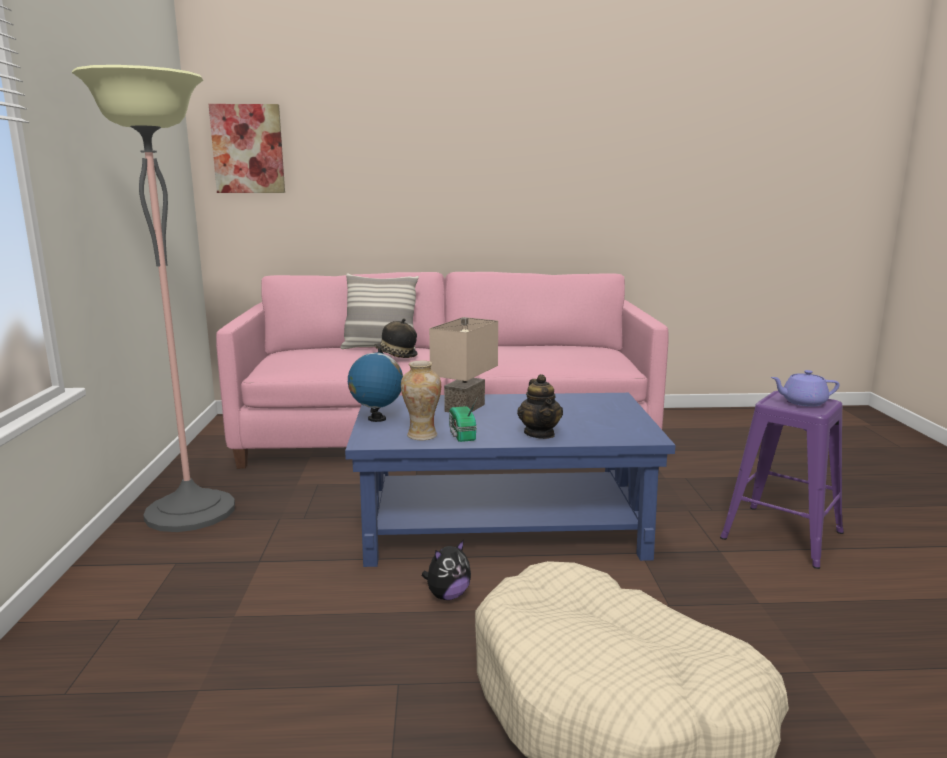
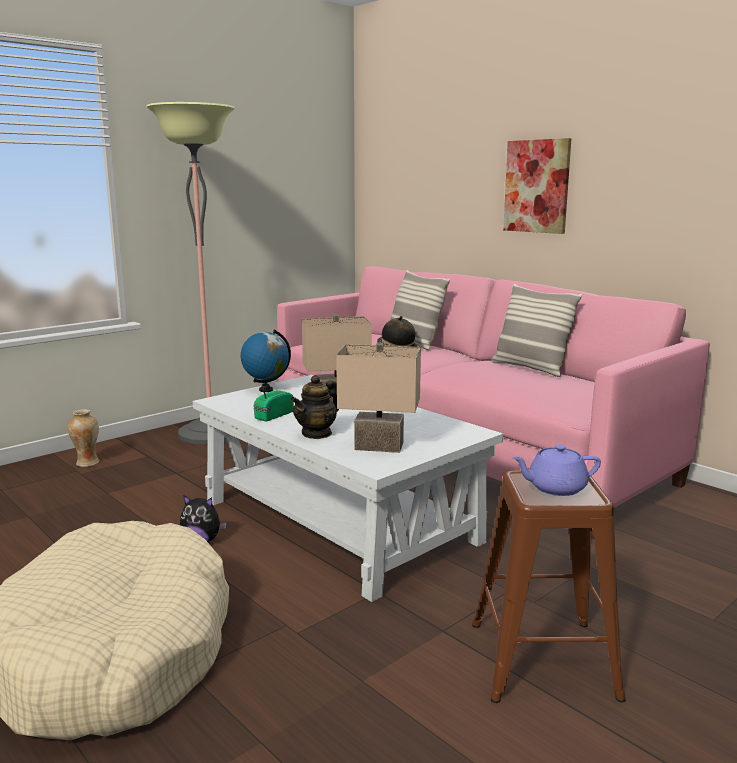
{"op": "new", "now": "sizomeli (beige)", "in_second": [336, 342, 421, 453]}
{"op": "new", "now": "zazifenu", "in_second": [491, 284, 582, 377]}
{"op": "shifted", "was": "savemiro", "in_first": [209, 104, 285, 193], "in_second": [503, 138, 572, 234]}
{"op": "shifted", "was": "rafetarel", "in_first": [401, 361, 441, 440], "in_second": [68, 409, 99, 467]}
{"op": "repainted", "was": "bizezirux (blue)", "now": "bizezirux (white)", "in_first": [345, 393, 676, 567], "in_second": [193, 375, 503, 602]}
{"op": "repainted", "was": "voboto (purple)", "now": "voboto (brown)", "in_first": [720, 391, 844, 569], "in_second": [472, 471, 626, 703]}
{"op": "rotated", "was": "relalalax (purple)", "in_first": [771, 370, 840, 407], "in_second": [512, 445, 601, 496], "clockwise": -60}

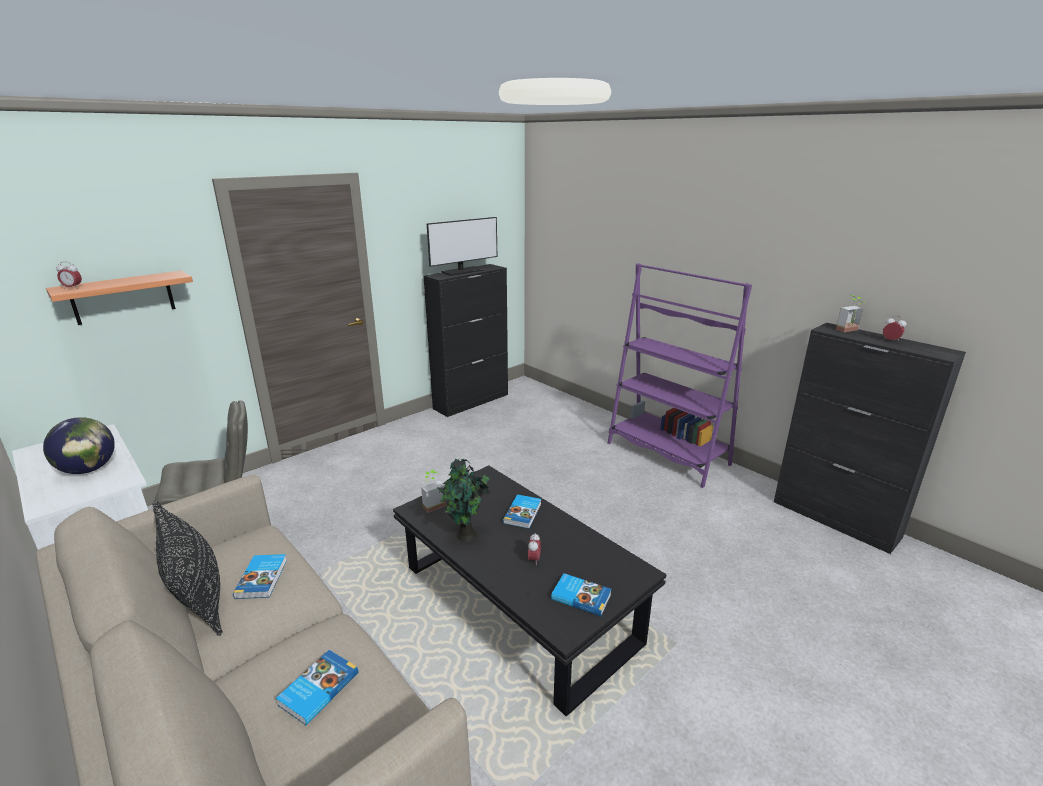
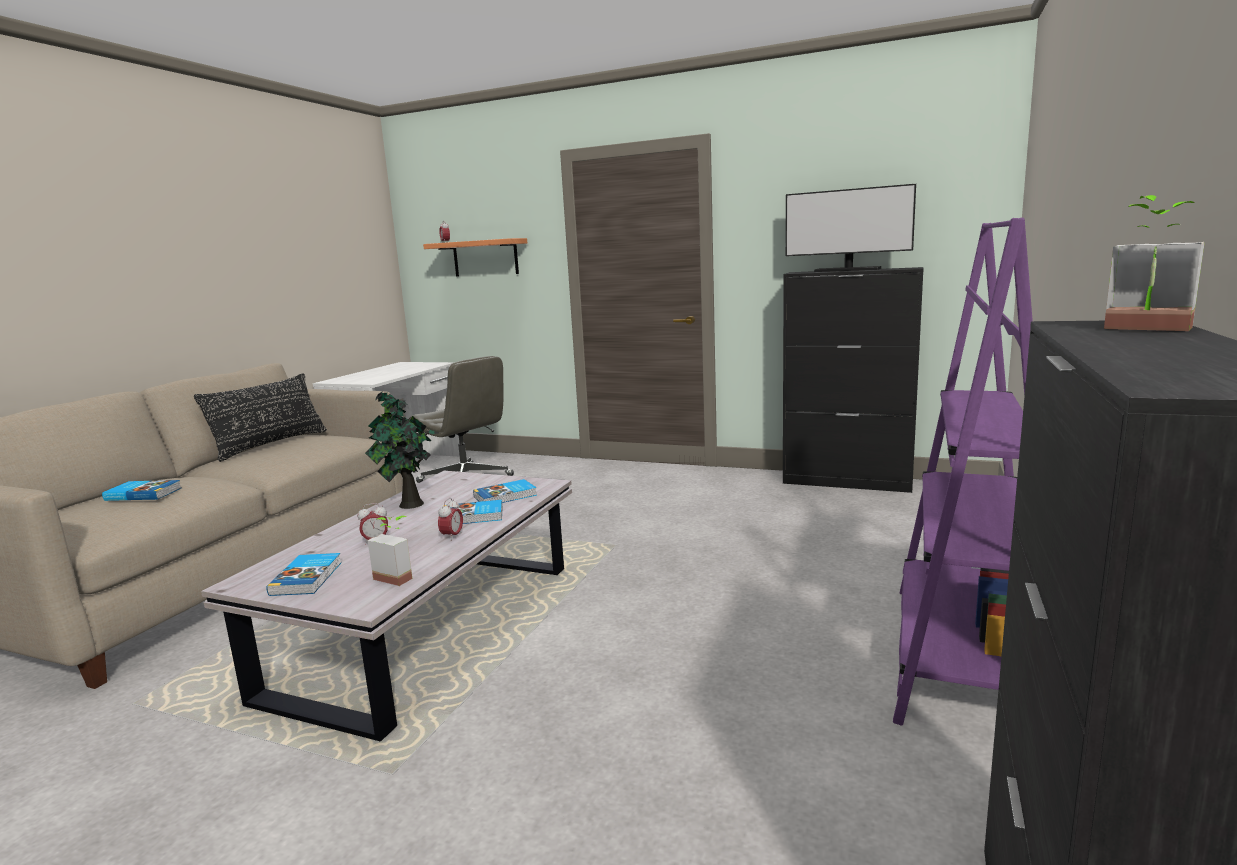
{"op": "gone", "was": "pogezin", "in_first": [43, 417, 115, 474]}
{"op": "shifted", "was": "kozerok", "in_first": [233, 554, 287, 599], "in_second": [473, 479, 537, 503]}
{"op": "shifted", "was": "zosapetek", "in_first": [421, 470, 446, 513], "in_second": [368, 516, 412, 586]}
{"op": "shifted", "was": "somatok", "in_first": [883, 316, 907, 342], "in_second": [438, 498, 463, 541]}
{"op": "repainted", "was": "bizezirux (black)", "now": "bizezirux (white)", "in_first": [393, 465, 666, 717], "in_second": [201, 471, 572, 742]}

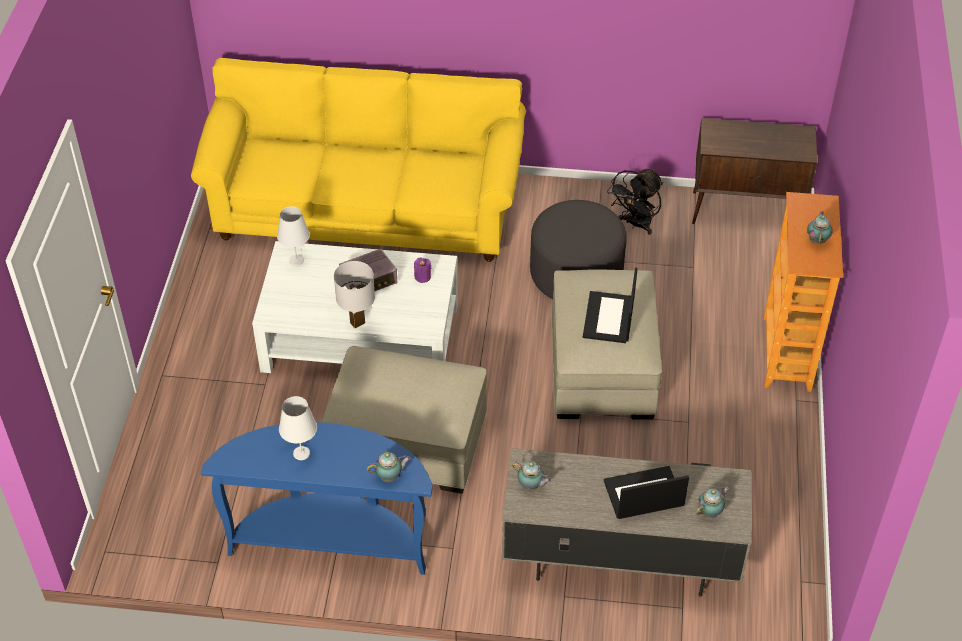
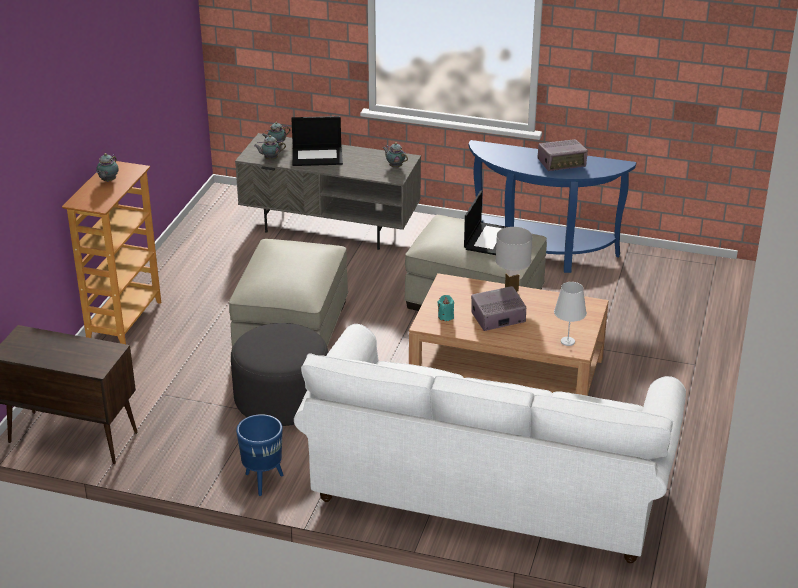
{"op": "gone", "was": "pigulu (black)", "in_first": [607, 168, 663, 235]}
{"op": "new", "now": "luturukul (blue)", "in_second": [236, 414, 284, 496]}
{"op": "shifted", "was": "relalalax", "in_first": [367, 452, 411, 482], "in_second": [254, 135, 286, 160]}
{"op": "shifted", "was": "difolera", "in_first": [583, 267, 638, 343], "in_second": [464, 191, 506, 255]}
{"op": "swapped", "was": "sizomeli (white)", "now": "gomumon", "in_first": [279, 396, 317, 460], "in_second": [537, 139, 588, 171]}
{"op": "repainted", "was": "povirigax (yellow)", "now": "povirigax (white)", "in_first": [191, 58, 526, 262], "in_second": [294, 324, 686, 563]}
{"op": "repainted", "was": "bizezirux (white)", "now": "bizezirux (brown)", "in_first": [252, 241, 458, 373], "in_second": [409, 273, 609, 396]}
{"op": "repainted", "was": "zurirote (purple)", "now": "zurirote (turquoise)", "in_first": [414, 258, 432, 283], "in_second": [438, 295, 454, 321]}

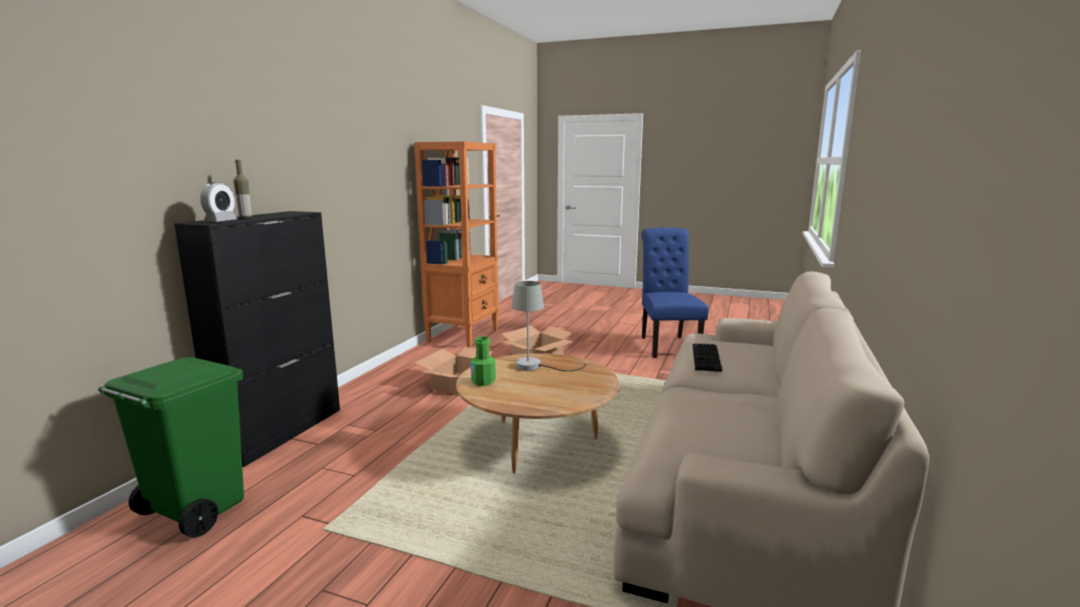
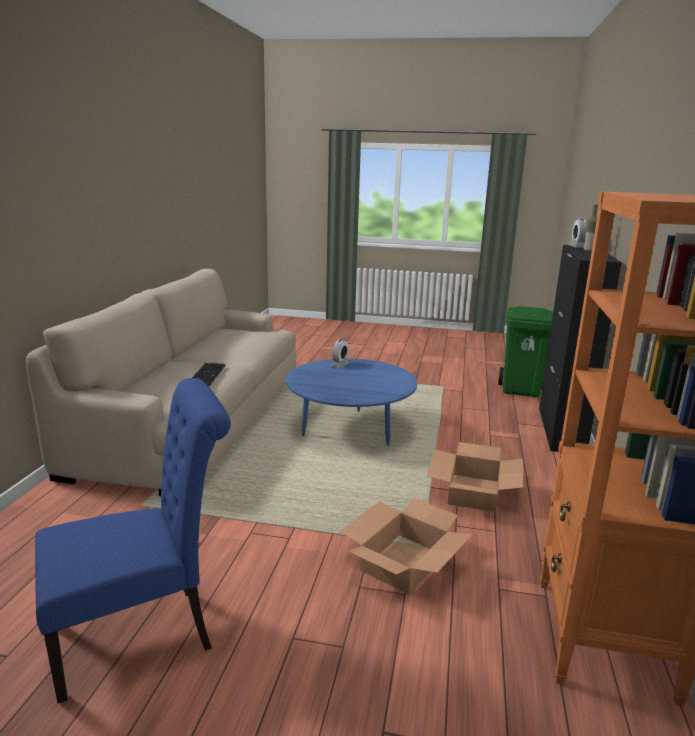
{"op": "gone", "was": "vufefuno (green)", "in_first": [471, 336, 496, 386]}
{"op": "gone", "was": "sizomeli (grey)", "in_first": [512, 281, 586, 371]}
{"op": "new", "now": "somatok", "in_second": [331, 339, 349, 368]}
{"op": "repainted", "was": "bizezirux (brown)", "now": "bizezirux (blue)", "in_first": [456, 353, 620, 474], "in_second": [286, 358, 417, 446]}
{"op": "rotated", "was": "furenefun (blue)", "in_first": [642, 227, 708, 358], "in_second": [35, 378, 231, 703], "clockwise": -105}

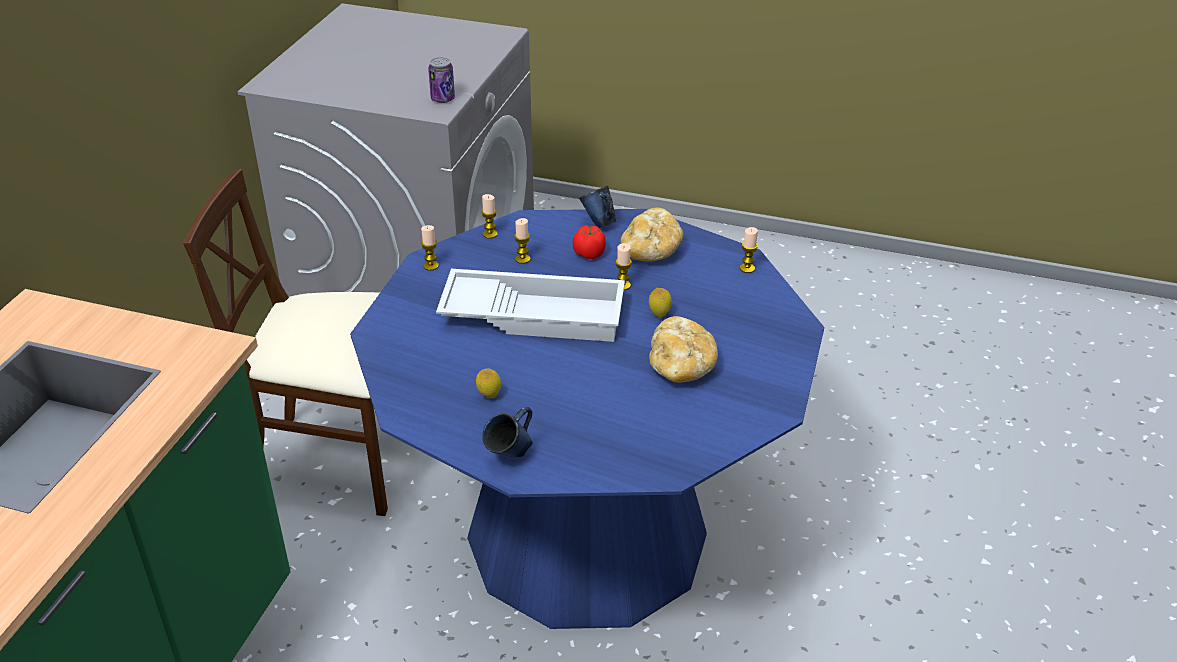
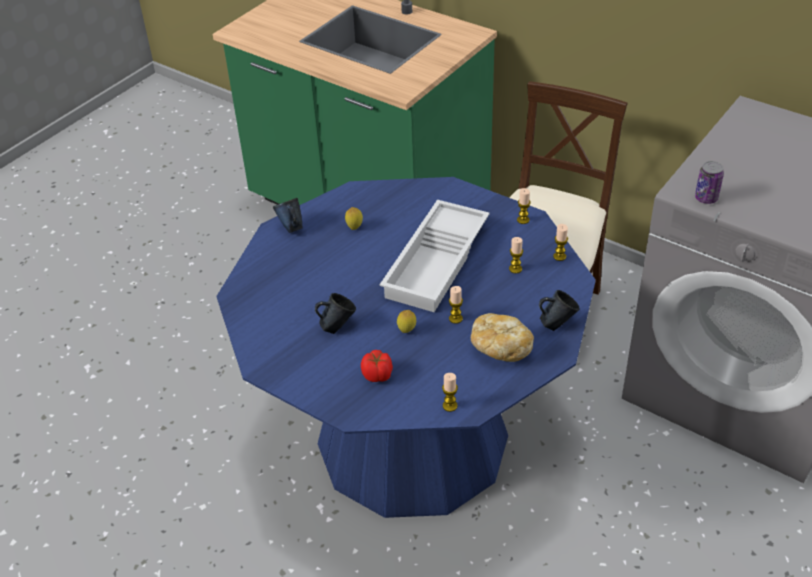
{"op": "shifted", "was": "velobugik", "in_first": [573, 225, 606, 259], "in_second": [361, 350, 393, 382]}
{"op": "swapped", "was": "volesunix", "now": "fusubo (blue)", "in_first": [649, 316, 718, 383], "in_second": [315, 293, 356, 334]}

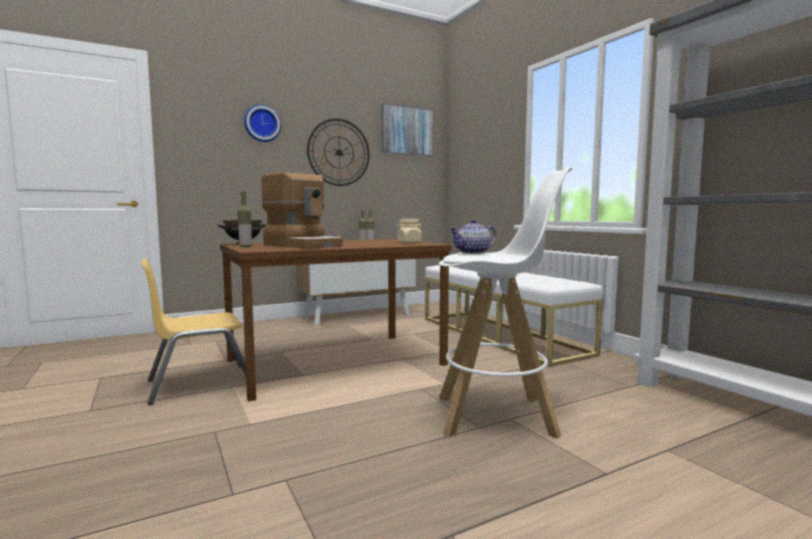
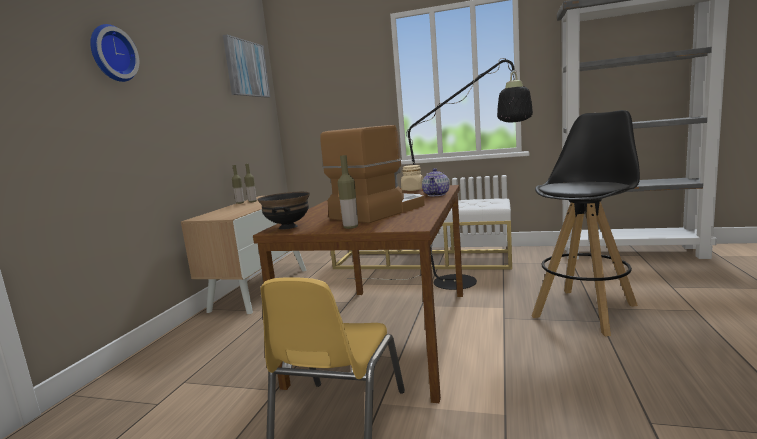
{"op": "gone", "was": "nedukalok", "in_first": [307, 119, 370, 186]}
{"op": "new", "now": "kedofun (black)", "in_second": [350, 58, 533, 290]}
{"op": "shifted", "was": "relalalax", "in_first": [449, 219, 497, 254], "in_second": [422, 168, 449, 196]}
{"op": "repainted", "was": "voboto (white)", "now": "voboto (black)", "in_first": [439, 167, 572, 439], "in_second": [532, 110, 640, 336]}
{"op": "rotated", "was": "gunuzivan", "in_first": [262, 172, 343, 248], "in_second": [320, 125, 425, 223], "clockwise": -45}

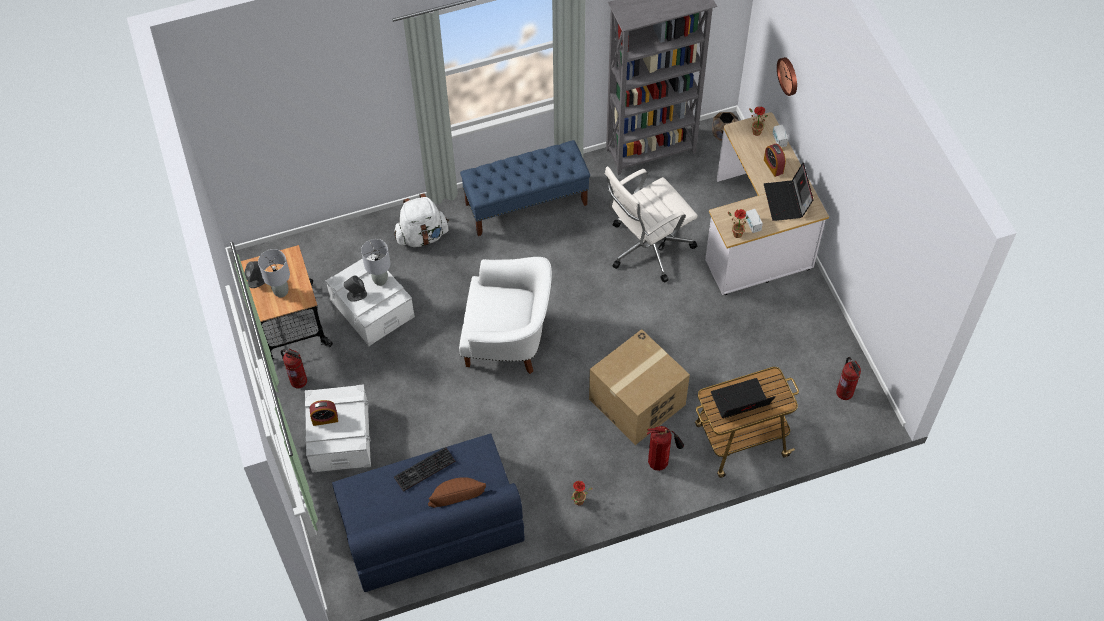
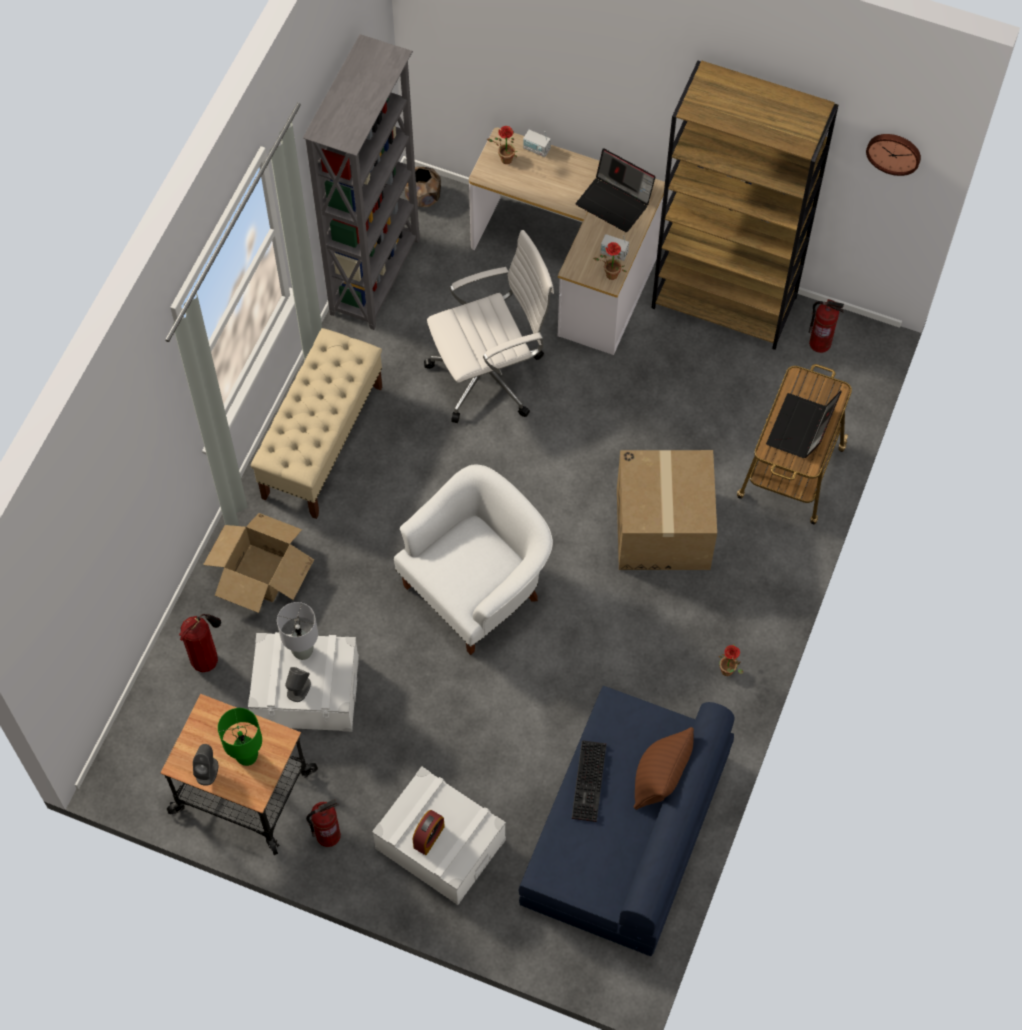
{"op": "gone", "was": "somatok", "in_first": [764, 143, 786, 177]}
{"op": "new", "now": "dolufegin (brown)", "in_second": [651, 61, 838, 350]}
{"op": "shifted", "was": "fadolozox", "in_first": [647, 426, 684, 471], "in_second": [179, 614, 221, 673]}
{"op": "shifted", "was": "nedukalok", "in_first": [777, 57, 797, 96], "in_second": [866, 134, 921, 176]}
{"op": "swapped", "was": "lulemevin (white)", "now": "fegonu", "in_first": [394, 193, 449, 247], "in_second": [203, 513, 314, 613]}
{"op": "repainted", "was": "sizomeli (grey)", "now": "sizomeli (green)", "in_first": [258, 249, 290, 298], "in_second": [218, 708, 262, 766]}
{"op": "repainted", "was": "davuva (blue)", "now": "davuva (beige)", "in_first": [460, 140, 590, 236], "in_second": [251, 328, 382, 519]}
{"op": "rotated", "was": "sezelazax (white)", "in_first": [605, 166, 698, 283], "in_second": [424, 230, 554, 423], "clockwise": -120}

